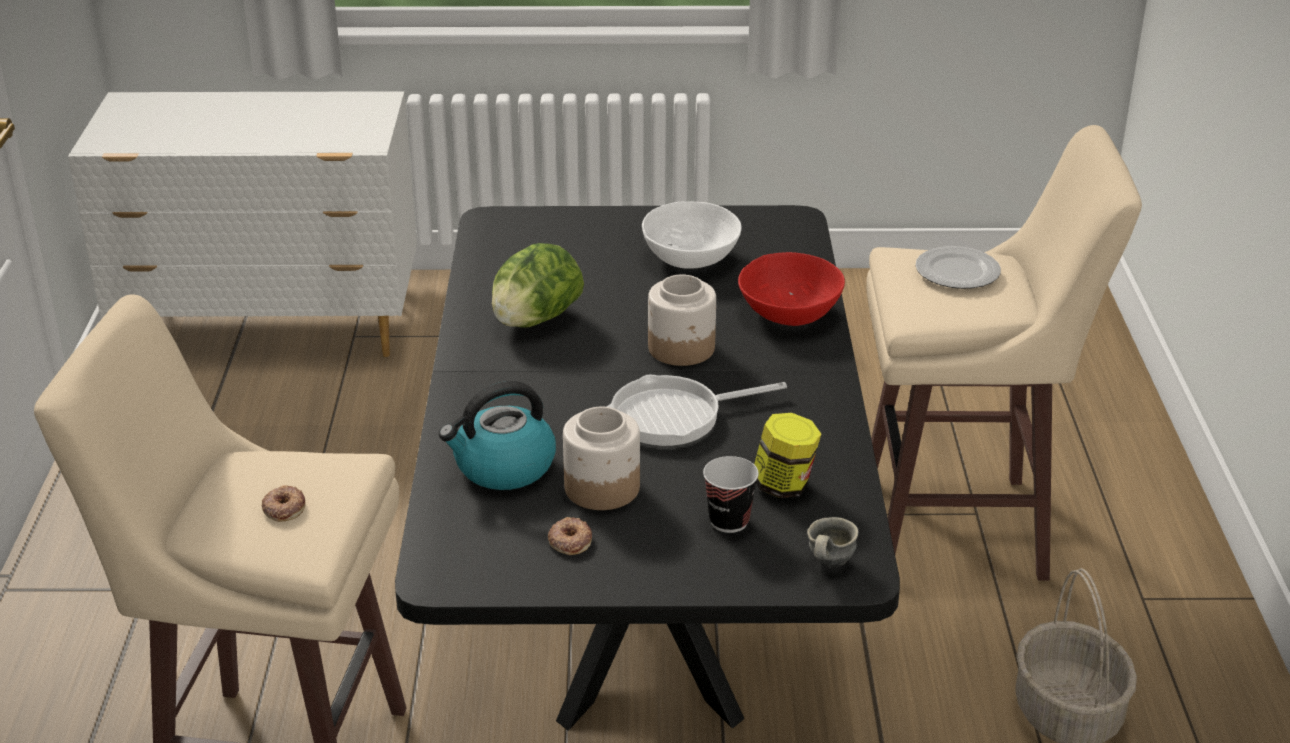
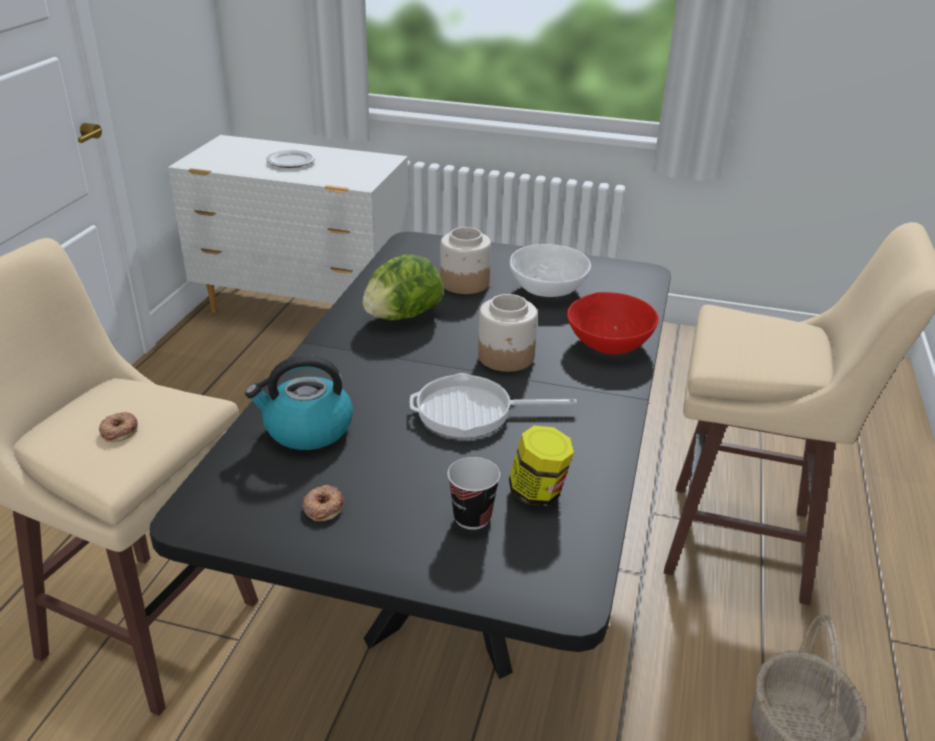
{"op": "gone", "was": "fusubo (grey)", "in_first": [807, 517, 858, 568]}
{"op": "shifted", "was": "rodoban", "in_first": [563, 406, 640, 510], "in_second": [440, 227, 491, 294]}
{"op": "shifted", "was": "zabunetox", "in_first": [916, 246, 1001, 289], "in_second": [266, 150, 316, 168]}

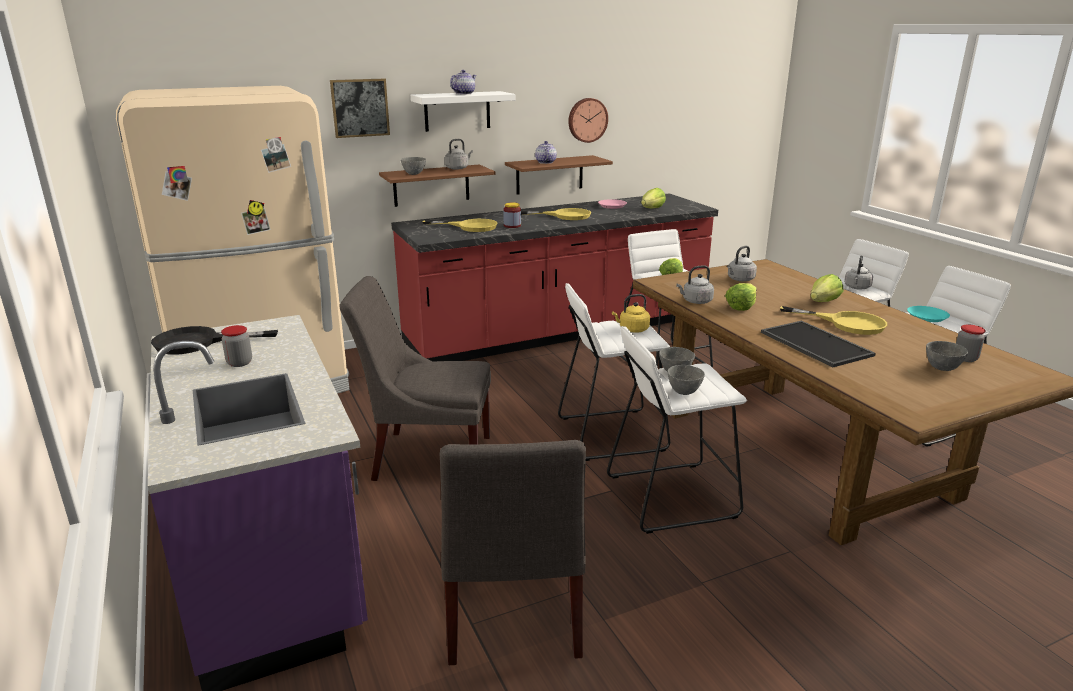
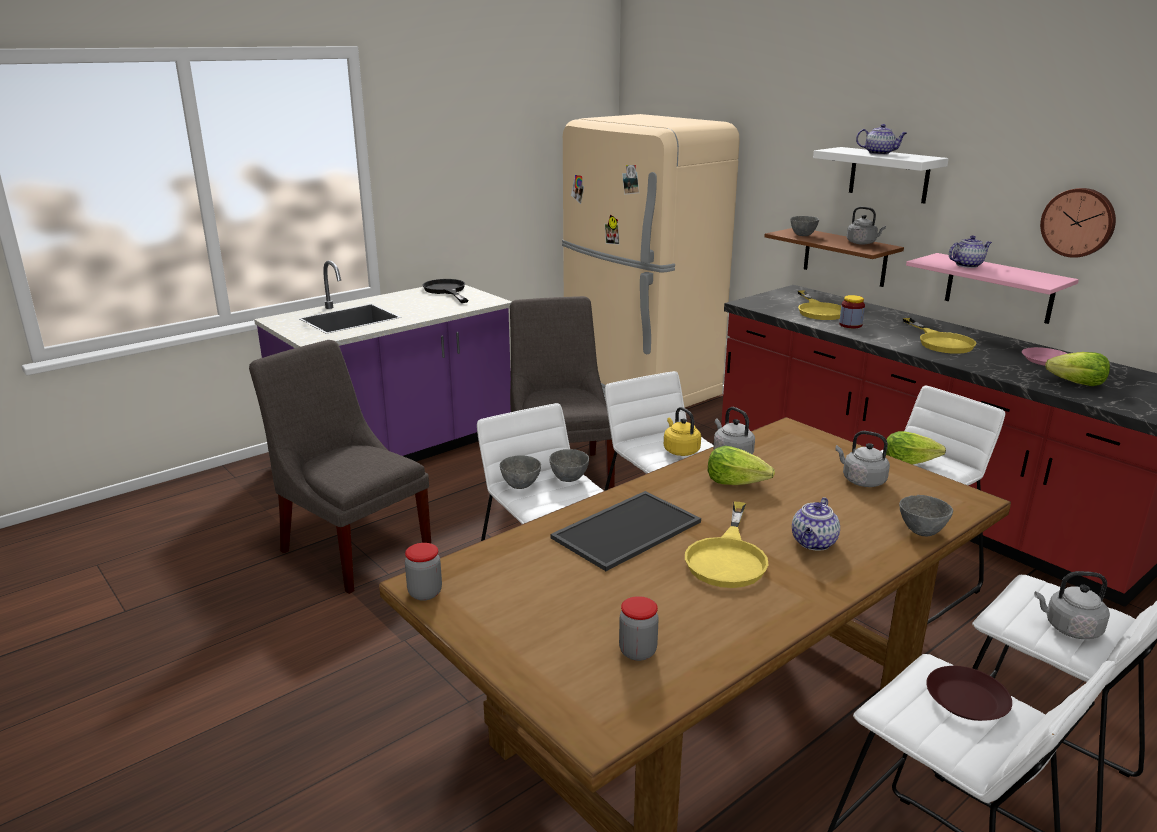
{"op": "gone", "was": "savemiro", "in_first": [330, 79, 390, 138]}
{"op": "shifted", "was": "rodoban", "in_first": [221, 325, 252, 367], "in_second": [405, 543, 442, 601]}
{"op": "shifted", "was": "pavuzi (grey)", "in_first": [926, 341, 968, 371], "in_second": [899, 495, 953, 536]}
{"op": "swapped", "was": "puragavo", "now": "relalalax", "in_first": [811, 274, 843, 302], "in_second": [792, 497, 840, 551]}
{"op": "repainted", "was": "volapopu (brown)", "now": "volapopu (pink)", "in_first": [505, 155, 613, 195], "in_second": [906, 253, 1079, 324]}
{"op": "repainted", "was": "zabunetox (turquoise)", "now": "zabunetox (brown)", "in_first": [907, 306, 950, 322], "in_second": [926, 666, 1012, 721]}
{"op": "rotated", "was": "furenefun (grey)", "in_first": [439, 440, 586, 665], "in_second": [249, 340, 431, 594], "clockwise": 60}

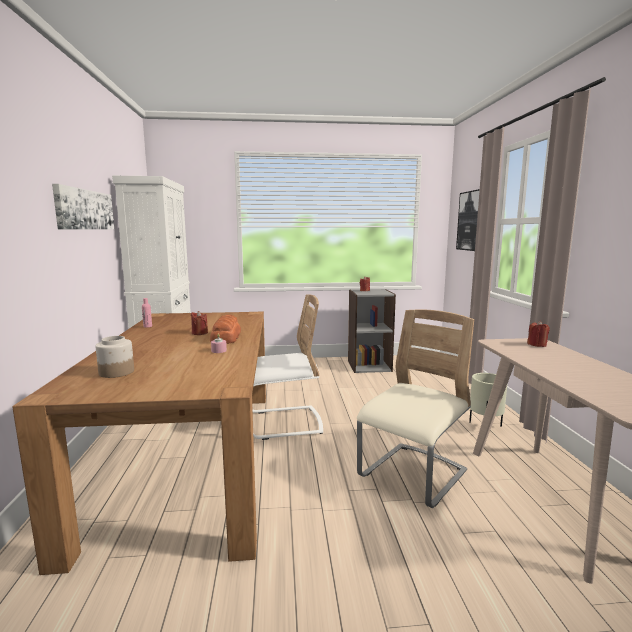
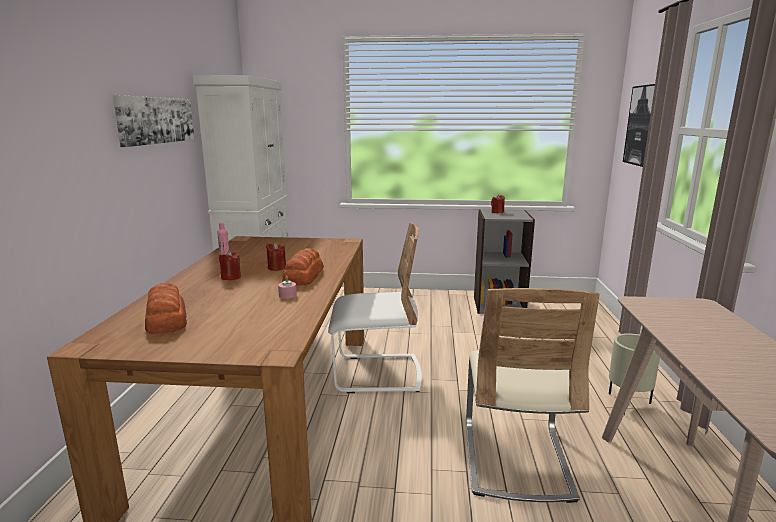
{"op": "shifted", "was": "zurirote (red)", "in_first": [527, 321, 550, 347], "in_second": [219, 250, 241, 280]}
{"op": "swapped", "was": "rodoban", "now": "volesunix", "in_first": [95, 336, 134, 378], "in_second": [145, 283, 187, 334]}
{"op": "rotated", "was": "furenefun (beige)", "in_first": [357, 310, 474, 508], "in_second": [466, 288, 600, 503], "clockwise": 135}

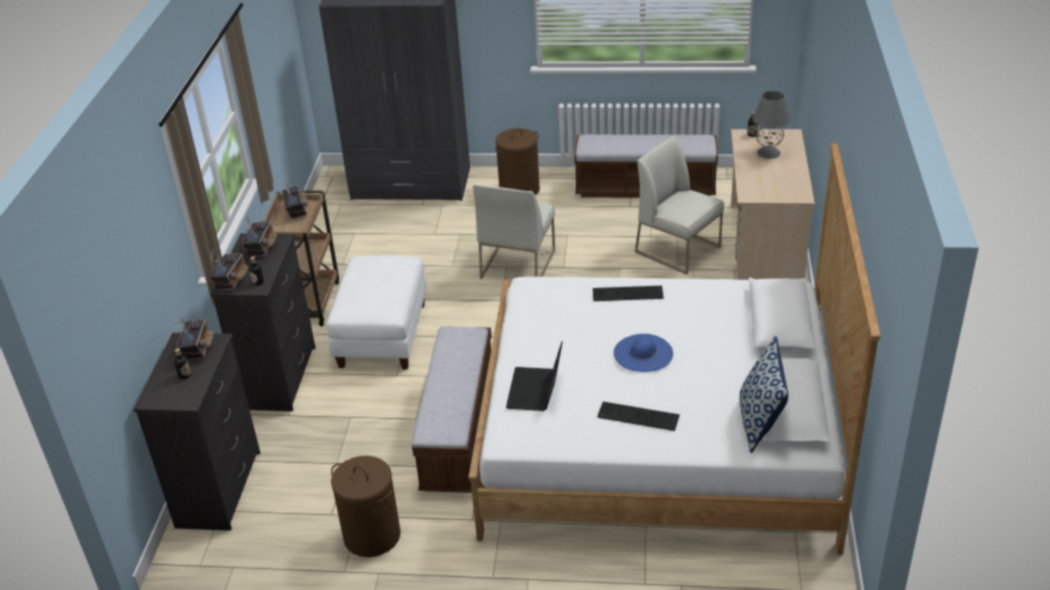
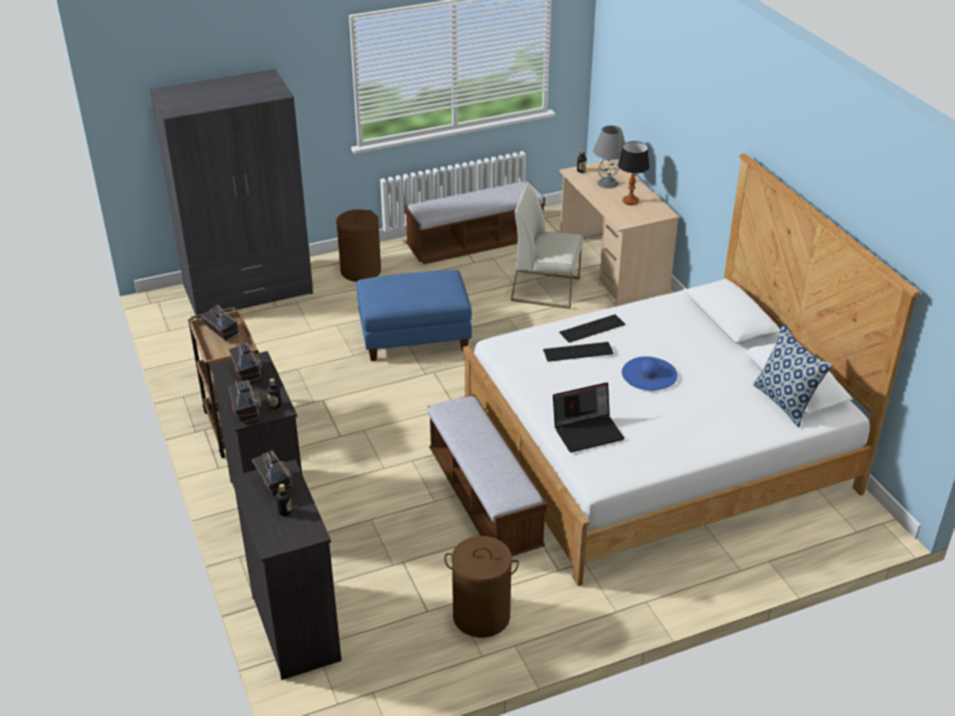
{"op": "gone", "was": "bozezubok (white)", "in_first": [327, 256, 427, 370]}
{"op": "new", "now": "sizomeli", "in_second": [618, 141, 650, 205]}
{"op": "shifted", "was": "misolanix", "in_first": [597, 402, 680, 431], "in_second": [543, 342, 614, 362]}
{"op": "swapped", "was": "furenefun (white)", "now": "bozezubok (blue)", "in_first": [473, 184, 555, 279], "in_second": [356, 270, 472, 361]}
{"op": "rotated", "was": "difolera", "in_first": [506, 341, 563, 411], "in_second": [553, 382, 625, 453], "clockwise": -90}

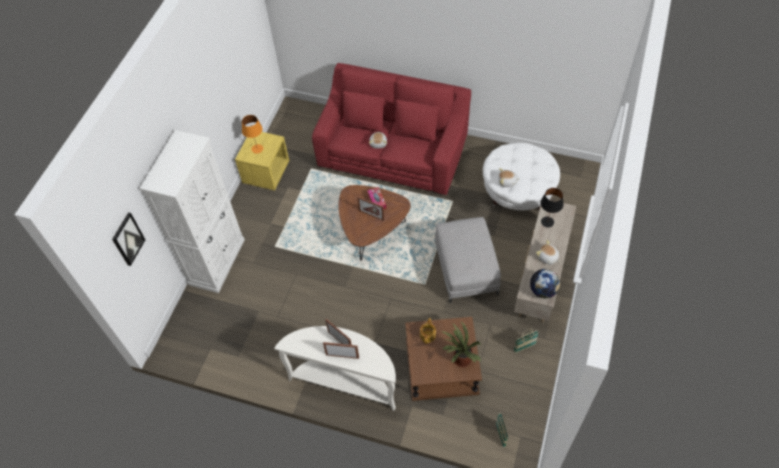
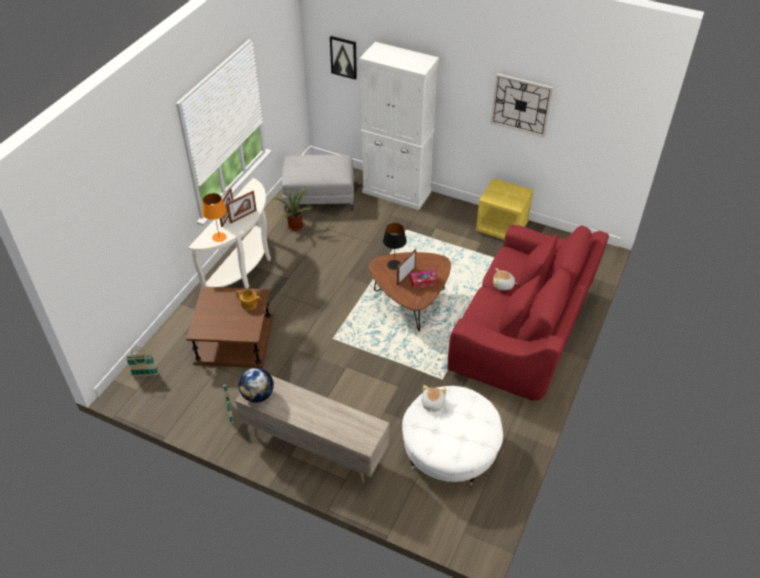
{"op": "gone", "was": "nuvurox", "in_first": [536, 240, 560, 264]}
{"op": "new", "now": "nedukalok", "in_second": [491, 73, 553, 137]}
{"op": "shifted", "was": "sizomeli (orange)", "in_first": [242, 115, 263, 154], "in_second": [202, 193, 227, 242]}
{"op": "shifted", "was": "bozezubok (grey)", "in_first": [435, 217, 501, 303], "in_second": [282, 155, 354, 212]}
{"op": "shifted", "was": "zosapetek", "in_first": [442, 321, 481, 367], "in_second": [271, 187, 313, 231]}
{"op": "shifted", "was": "sizomeli (black)", "in_first": [540, 188, 564, 227], "in_second": [383, 223, 407, 270]}

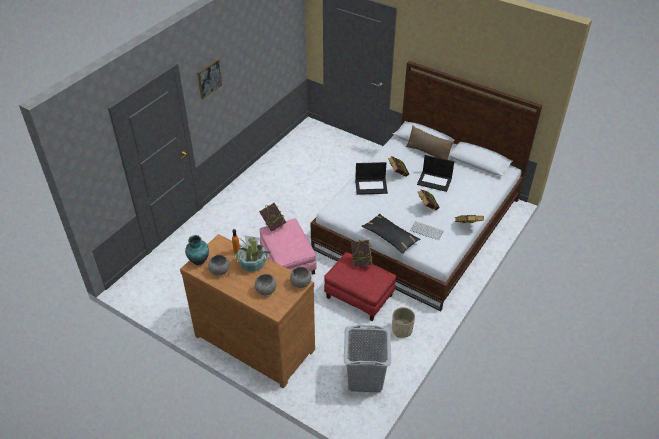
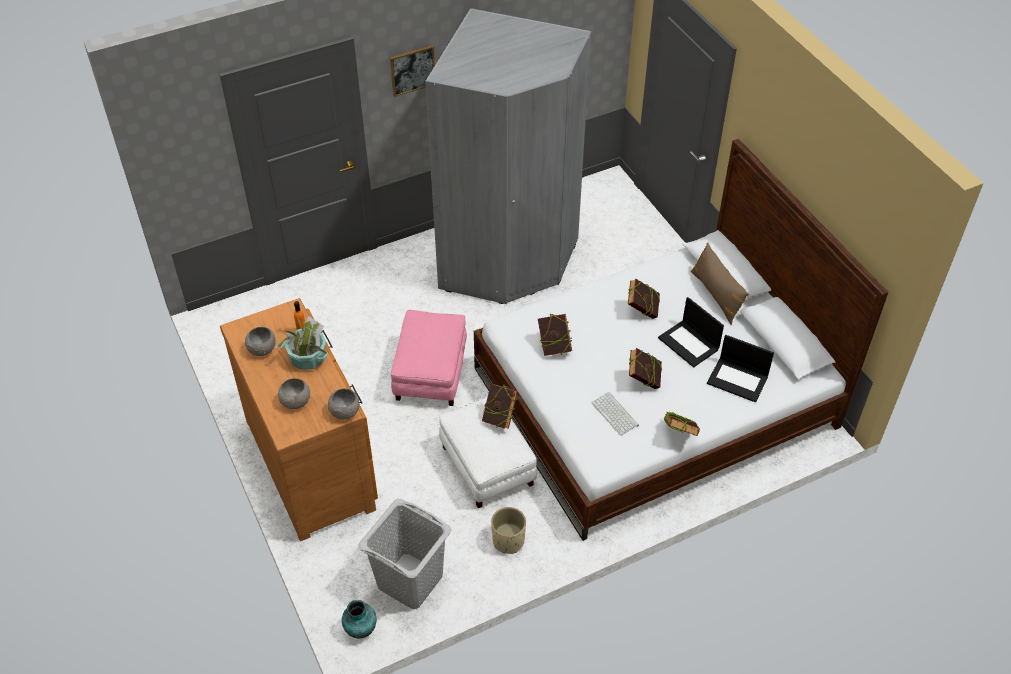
{"op": "gone", "was": "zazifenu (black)", "in_first": [361, 214, 421, 254]}
{"op": "new", "now": "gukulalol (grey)", "in_second": [425, 8, 591, 304]}
{"op": "shifted", "was": "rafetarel", "in_first": [185, 235, 209, 265], "in_second": [342, 600, 376, 639]}
{"op": "shifted", "was": "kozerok", "in_first": [259, 203, 286, 232], "in_second": [538, 313, 572, 356]}
{"op": "shifted", "was": "difolera", "in_first": [355, 162, 388, 195], "in_second": [707, 335, 774, 402]}
{"op": "repainted", "was": "bozezubok (red)", "now": "bozezubok (white)", "in_first": [324, 252, 396, 321], "in_second": [439, 397, 537, 508]}

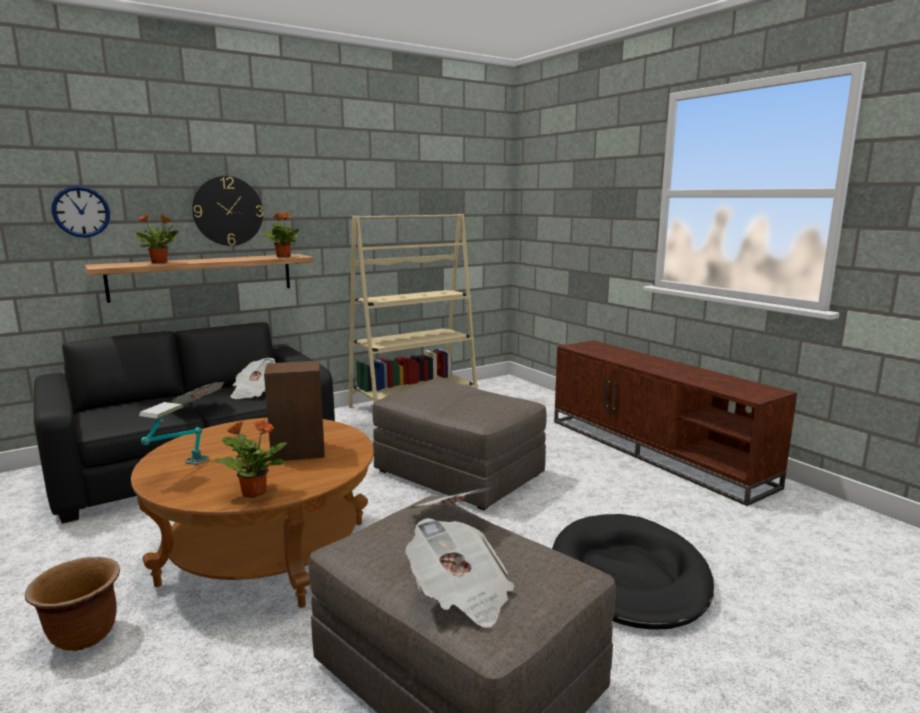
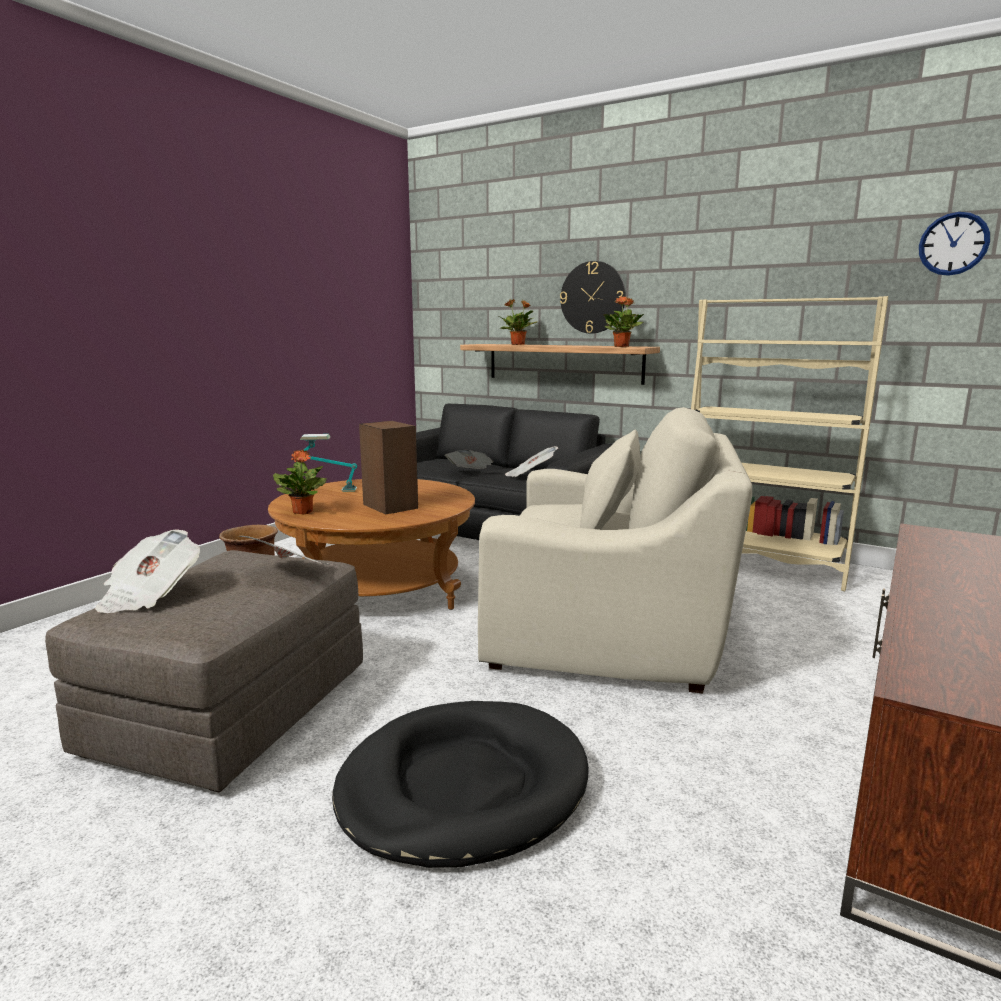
{"op": "shifted", "was": "nedukalok", "in_first": [52, 186, 110, 238], "in_second": [919, 212, 990, 276]}
{"op": "swapped", "was": "bozezubok (grey)", "now": "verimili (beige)", "in_first": [372, 379, 547, 510], "in_second": [478, 407, 752, 693]}

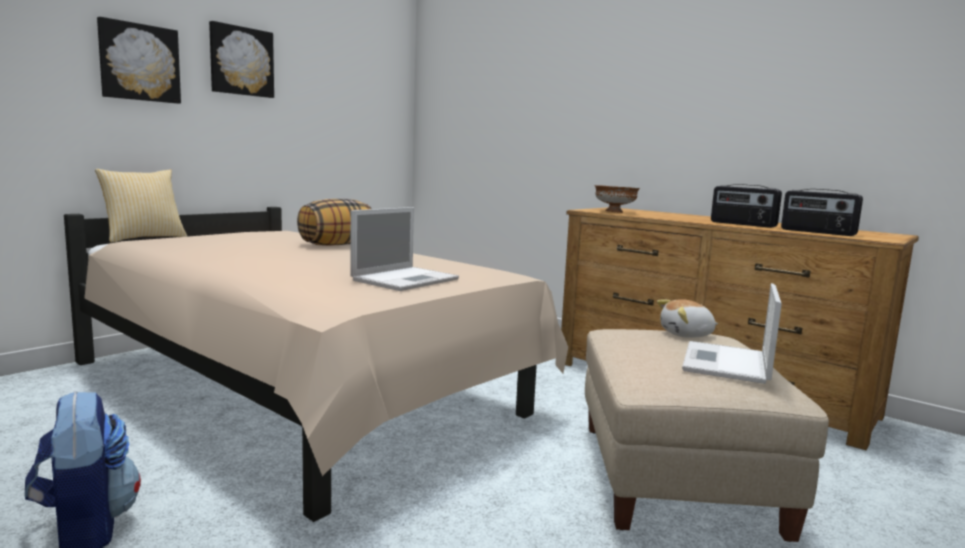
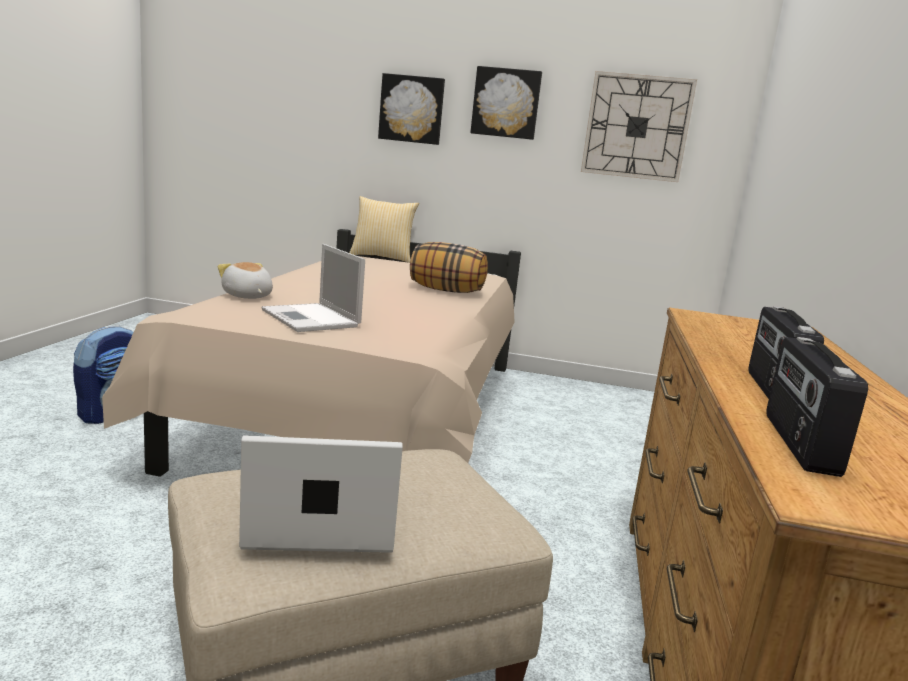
{"op": "gone", "was": "pavuzi (brown)", "in_first": [594, 185, 640, 213]}
{"op": "new", "now": "nedukalok", "in_second": [581, 71, 697, 182]}
{"op": "shifted", "was": "nuvurox", "in_first": [657, 299, 718, 338], "in_second": [218, 262, 273, 299]}
{"op": "rotated", "was": "difolera", "in_first": [350, 207, 459, 291], "in_second": [261, 244, 365, 332], "clockwise": 45}

